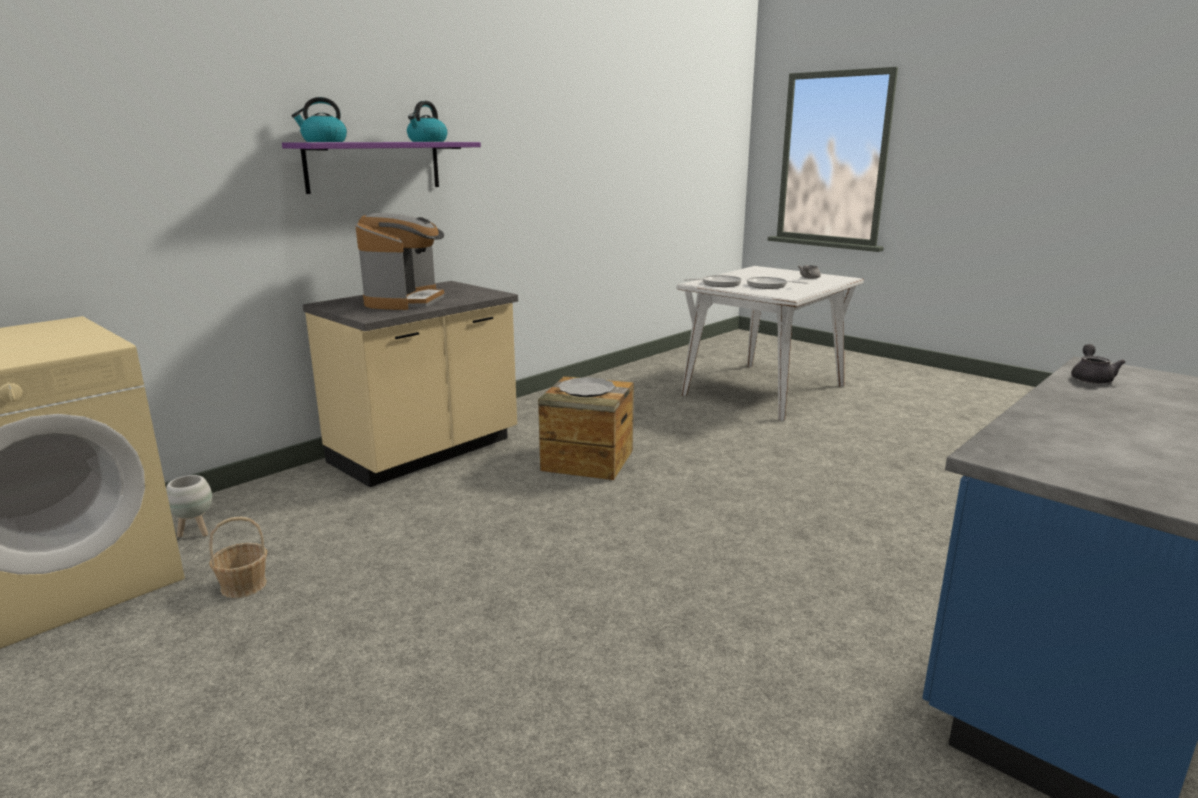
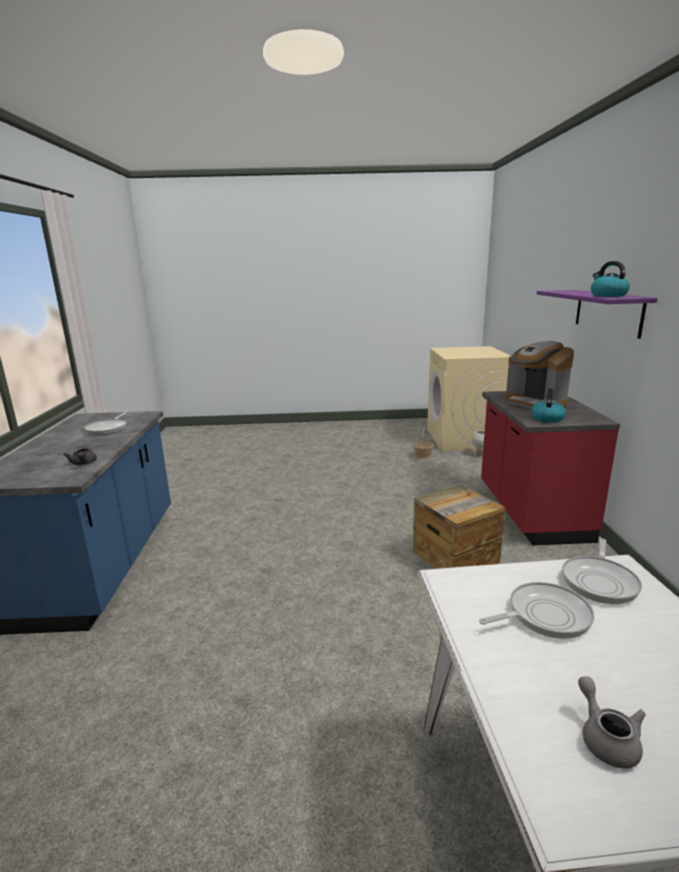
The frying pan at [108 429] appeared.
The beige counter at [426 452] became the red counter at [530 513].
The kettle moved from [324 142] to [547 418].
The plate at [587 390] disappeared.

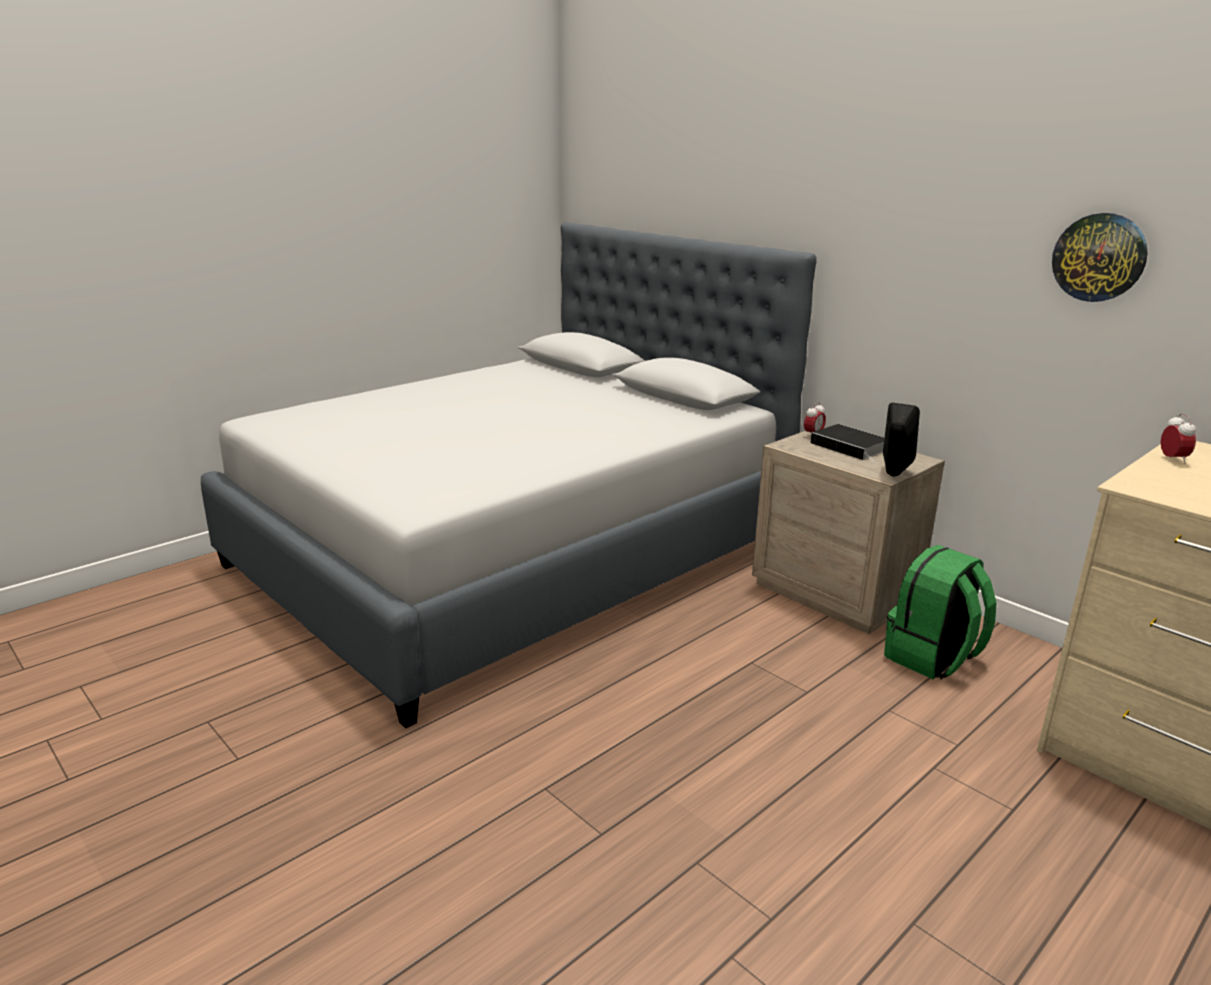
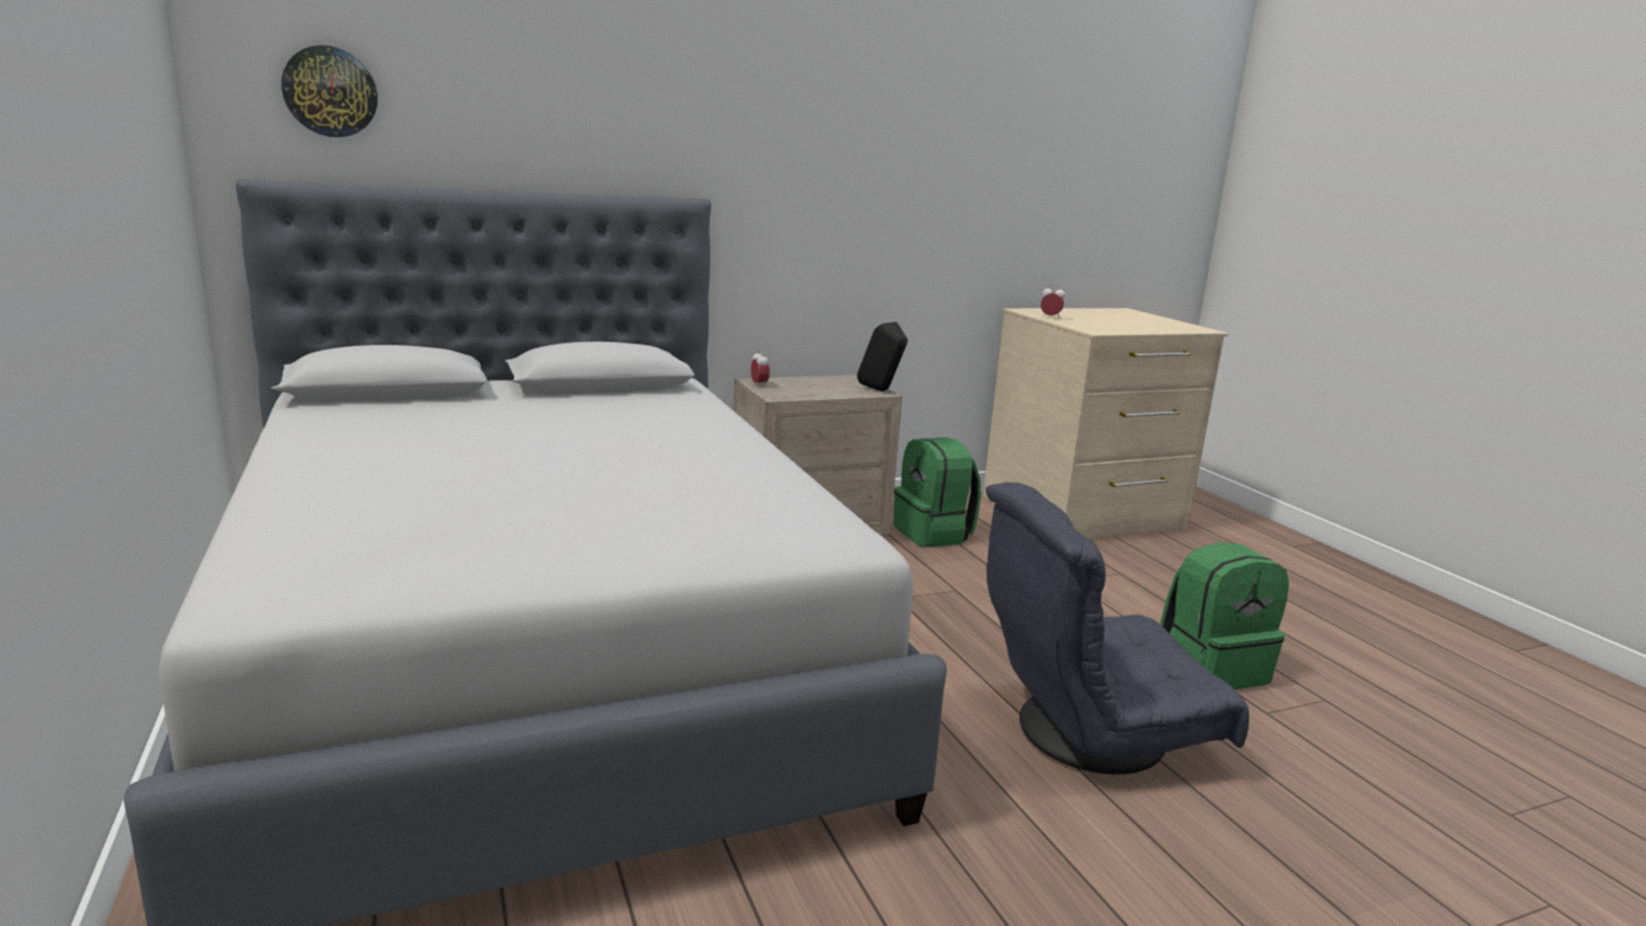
The wall clock moved from [1099 257] to [330 92].
The grey armchair at [1088 732] appeared.
The green backpack at [1211 668] appeared.
The book at [851 447] disappeared.

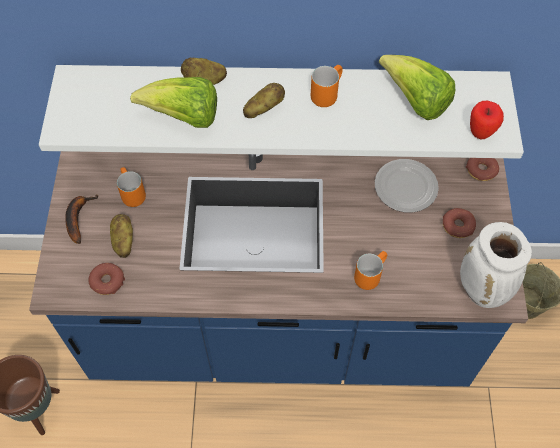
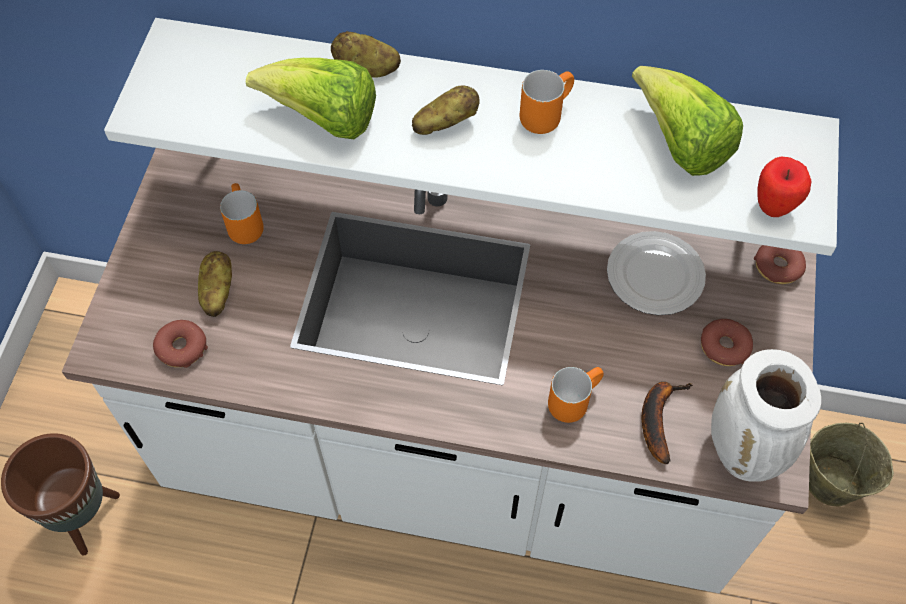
The blue counter at [280 328] became the white counter at [453 457].
The banana moved from [78 218] to [658 417].

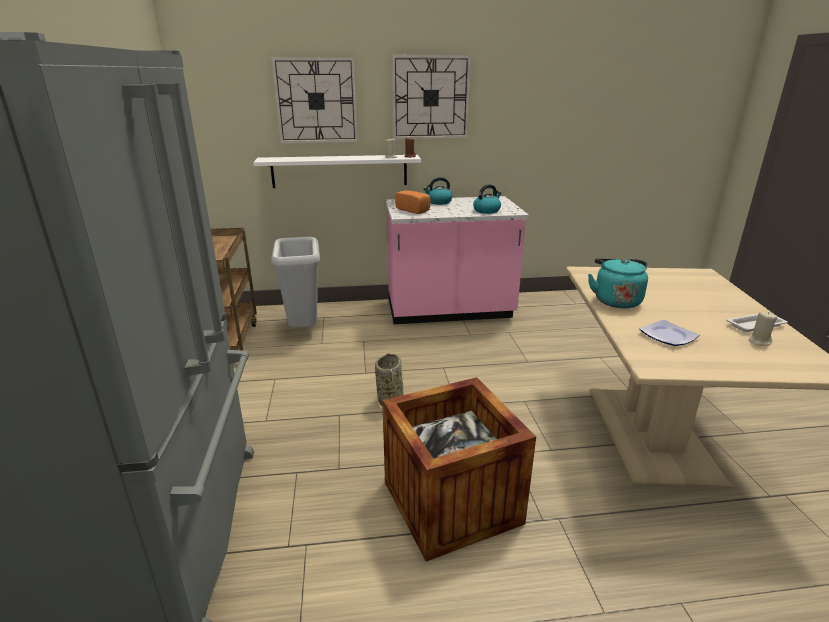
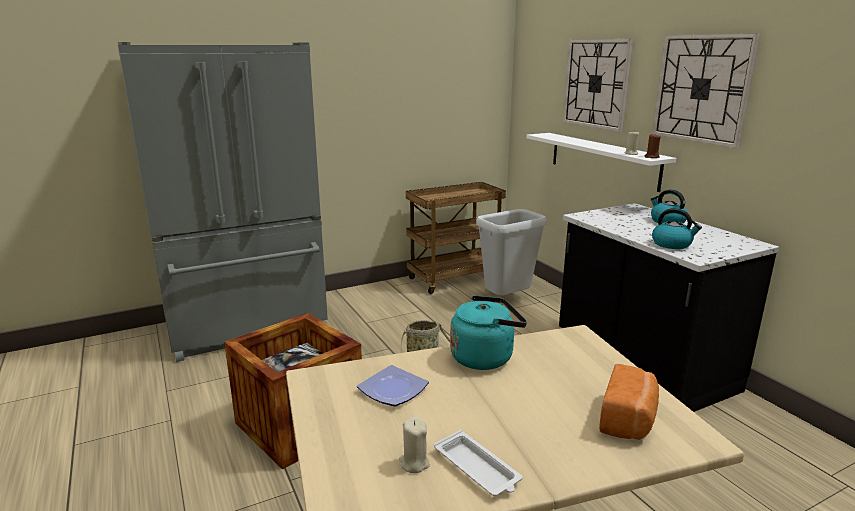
The pink counter at [449 311] became the black counter at [642 364].
The bread moved from [414 210] to [629 419].

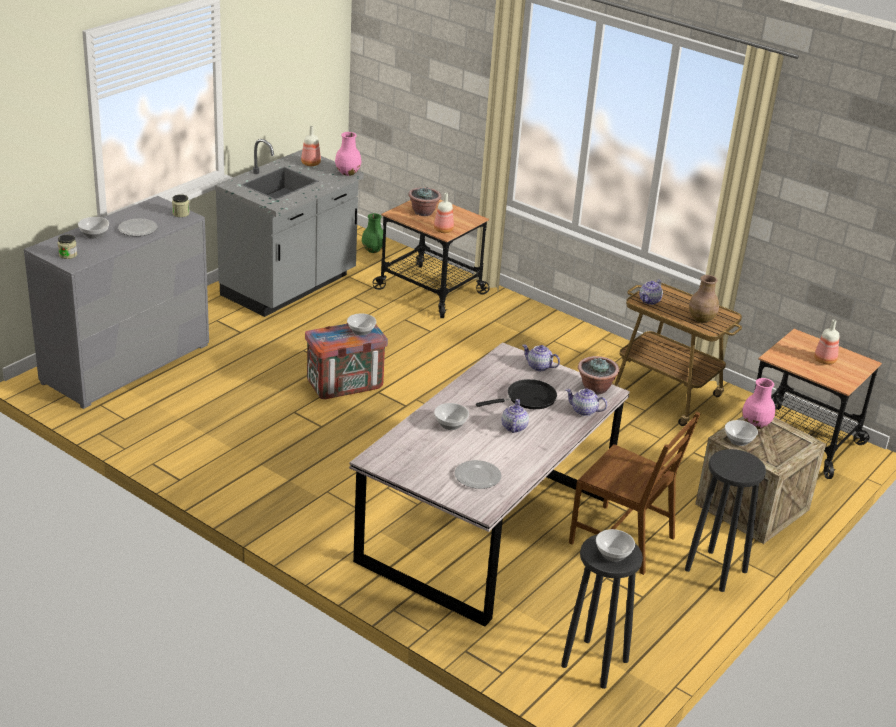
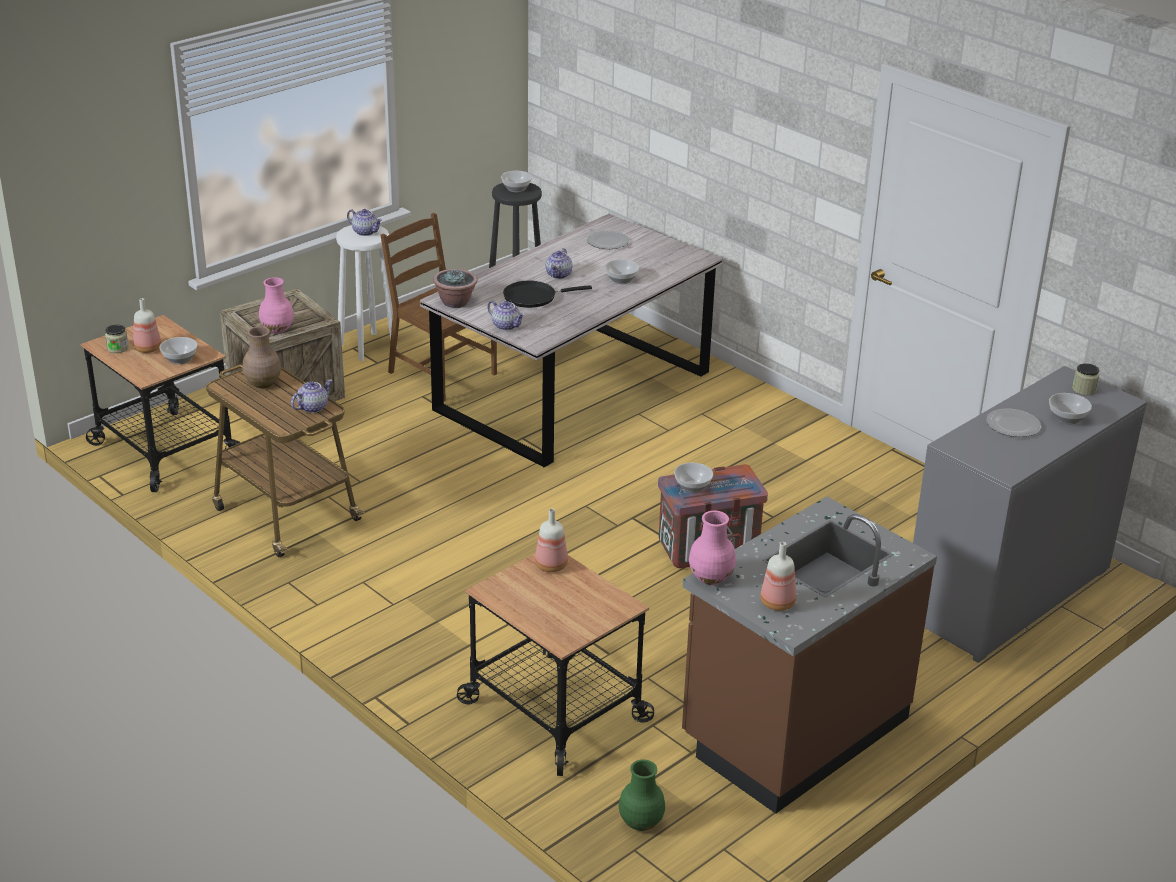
The jar moved from [181 213] to [117 348].
The bowl moved from [738 440] to [180 359].
The black stool at [715 571] became the white stool at [368 346].
The teapot moved from [583 411] to [365 232].
The grey counter at [290 287] became the brown counter at [793 730].
The potted plant at [423 212] disappeared.

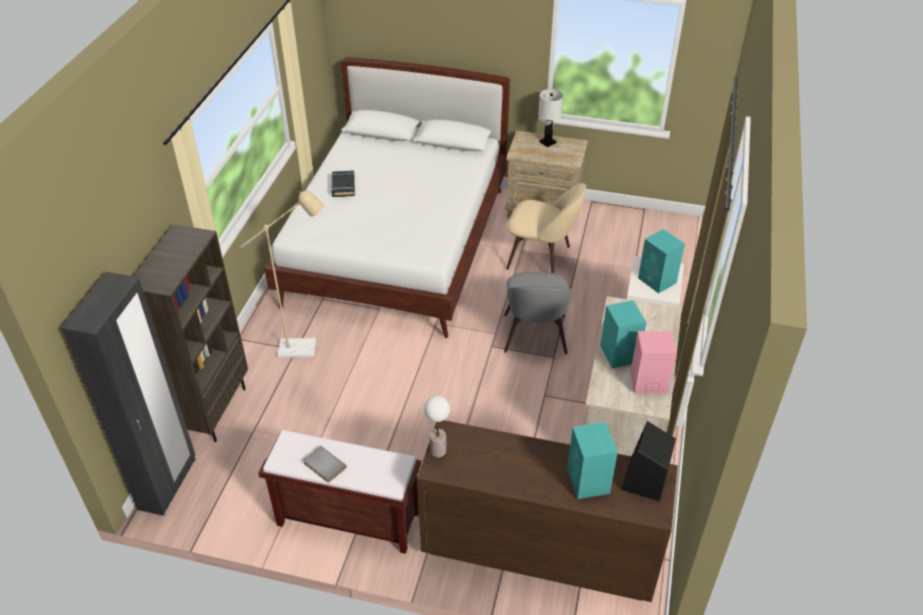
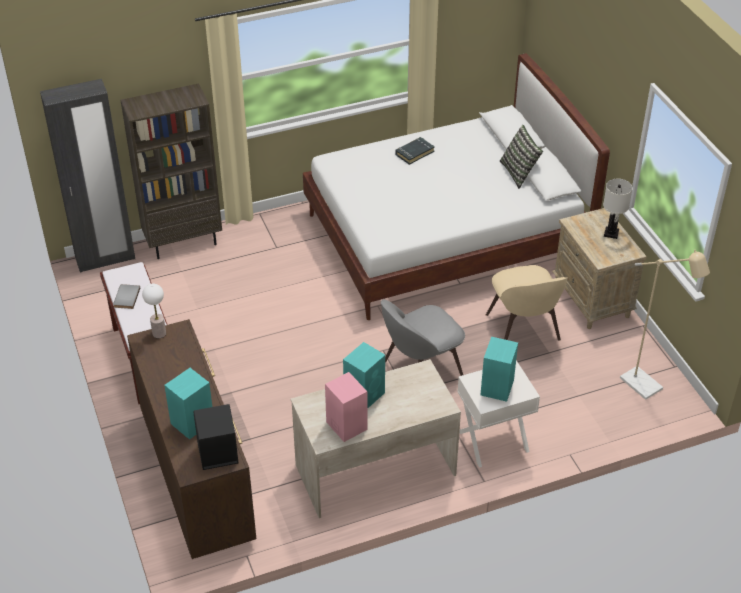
The pillow at [519 172] appeared.
The beige floor lamp moved from [305 348] to [646 388].

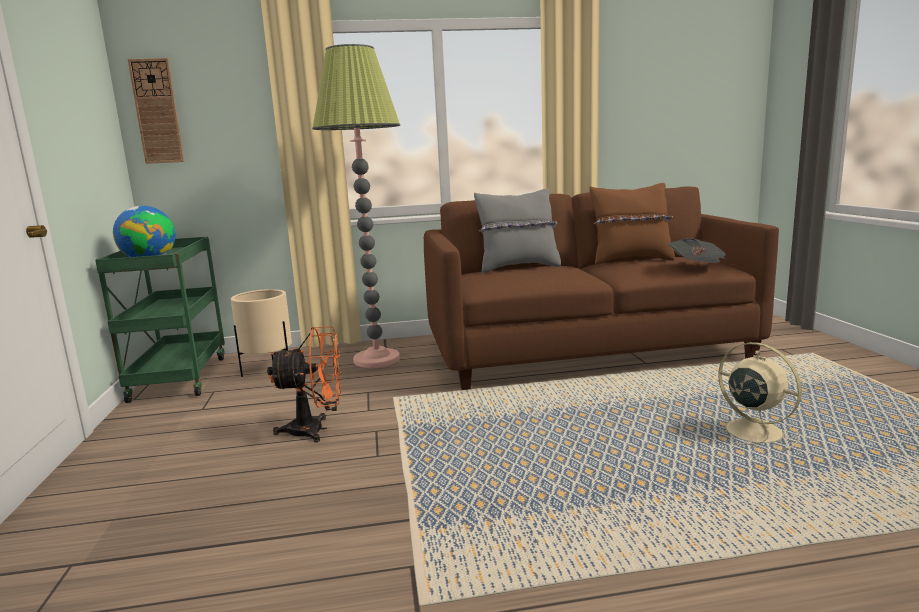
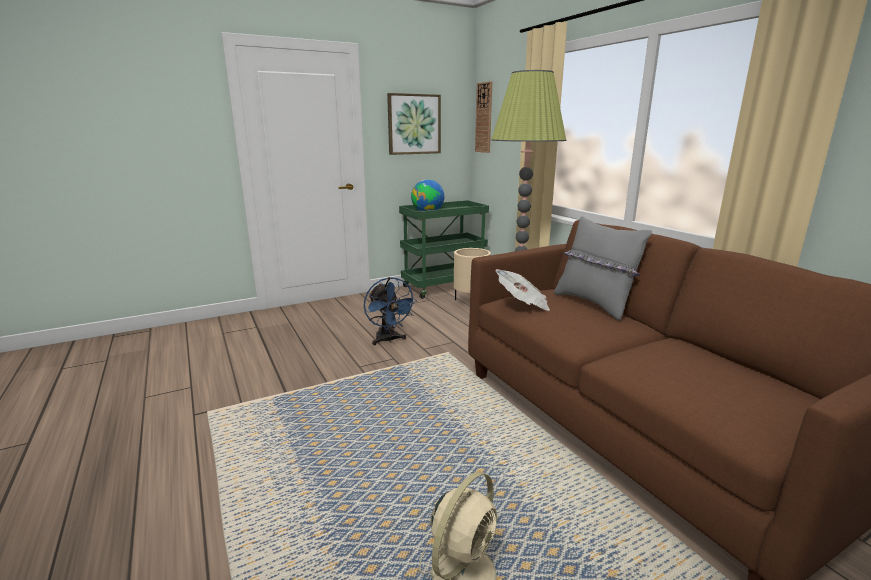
The orange fan at [316 430] became the blue fan at [388 340].
The picture at [414 124] appeared.
The newspaper moved from [698 266] to [523 304].
The brown pillow at [631 260] disappeared.

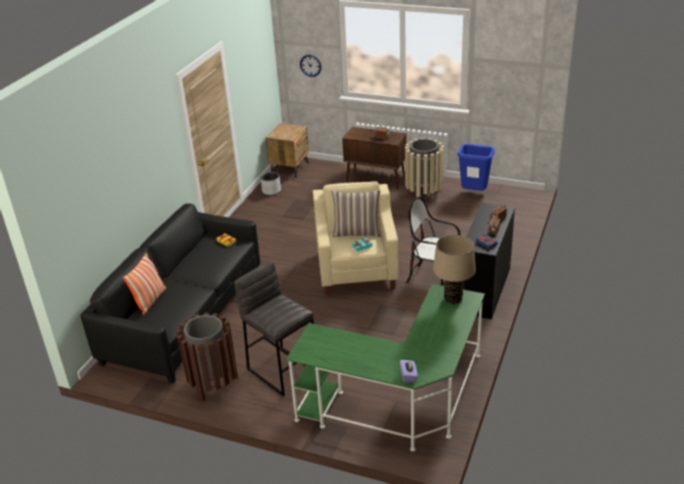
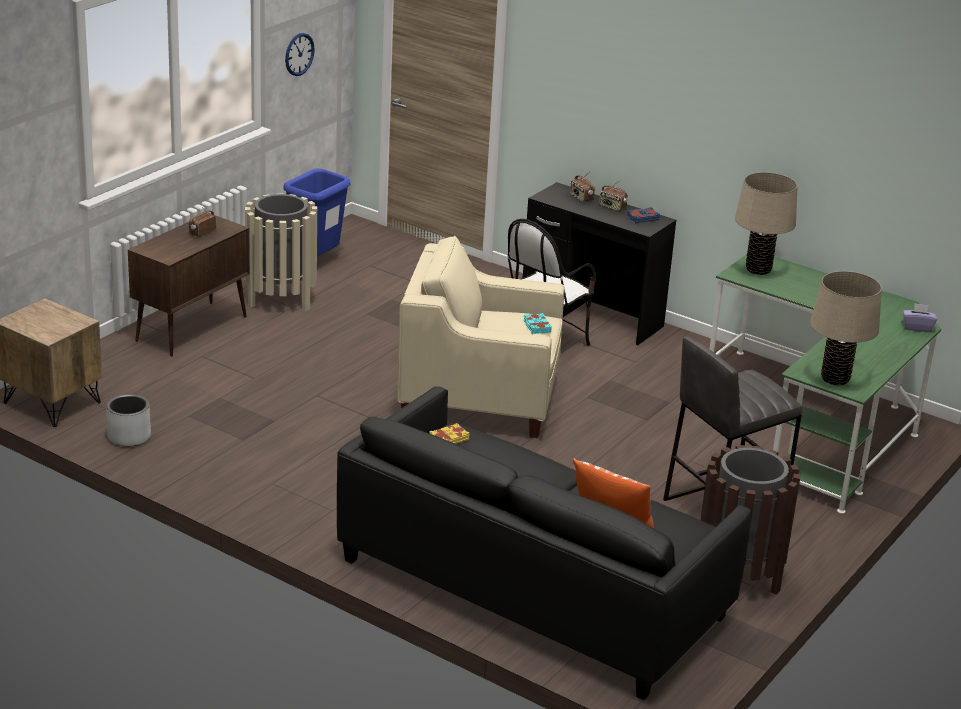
The wall clock moved from [310 65] to [299 54].
The beige table lamp at [835 379] appeared.
The pillow at [357 232] disappeared.

